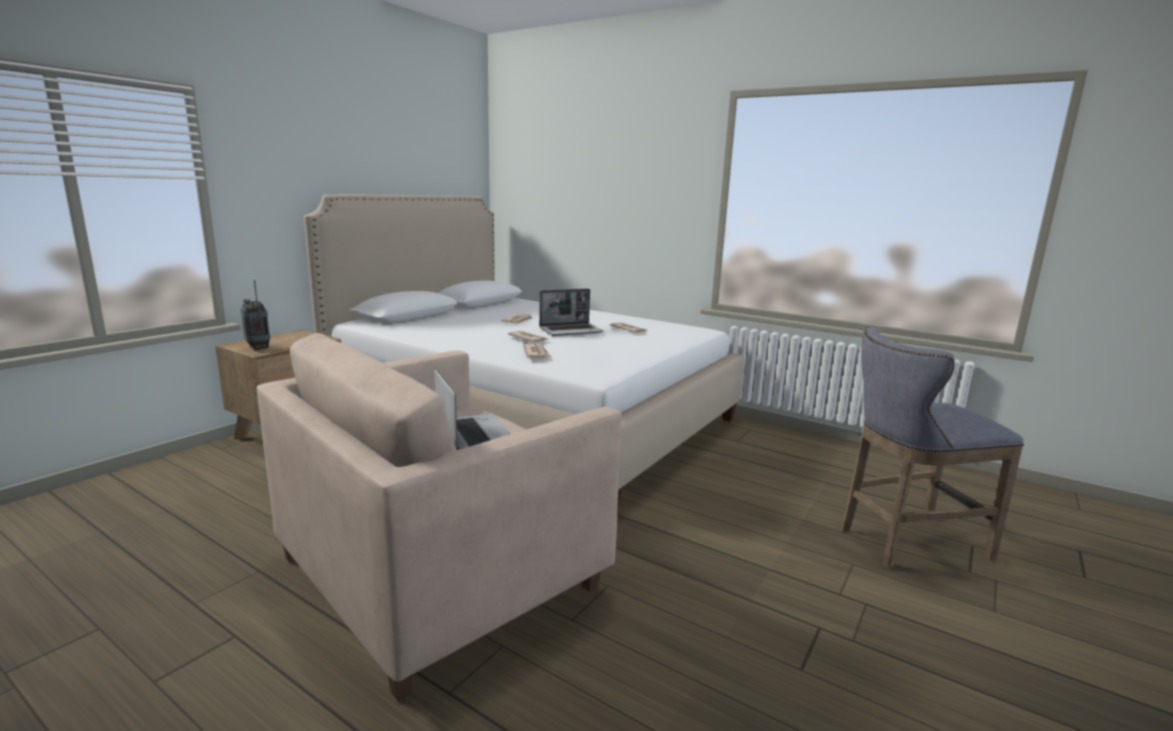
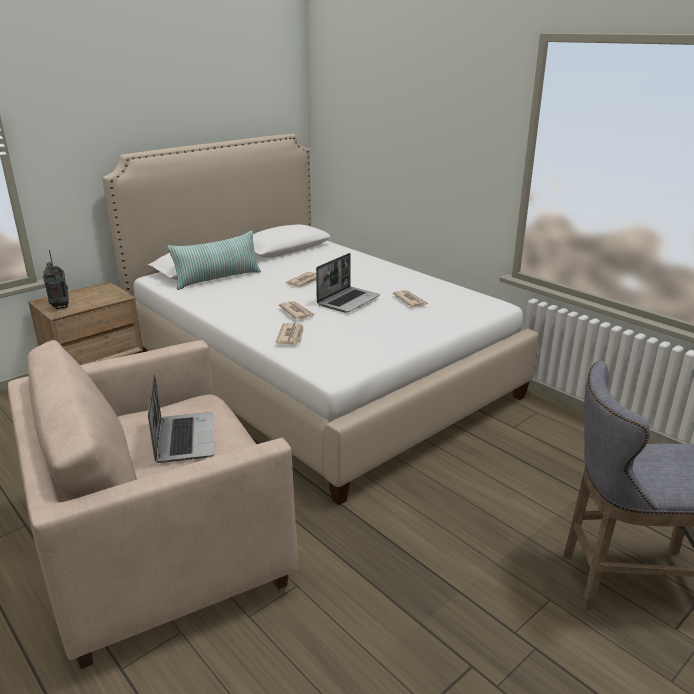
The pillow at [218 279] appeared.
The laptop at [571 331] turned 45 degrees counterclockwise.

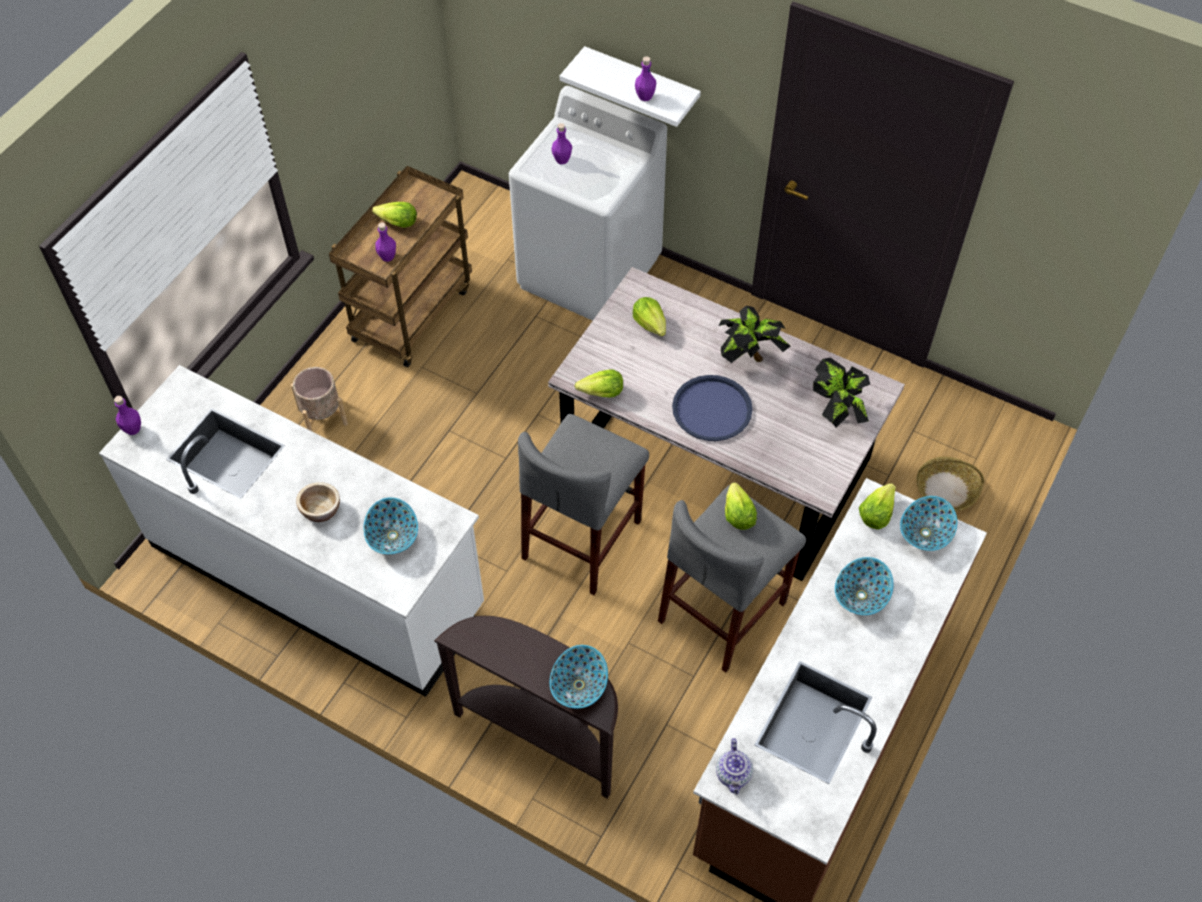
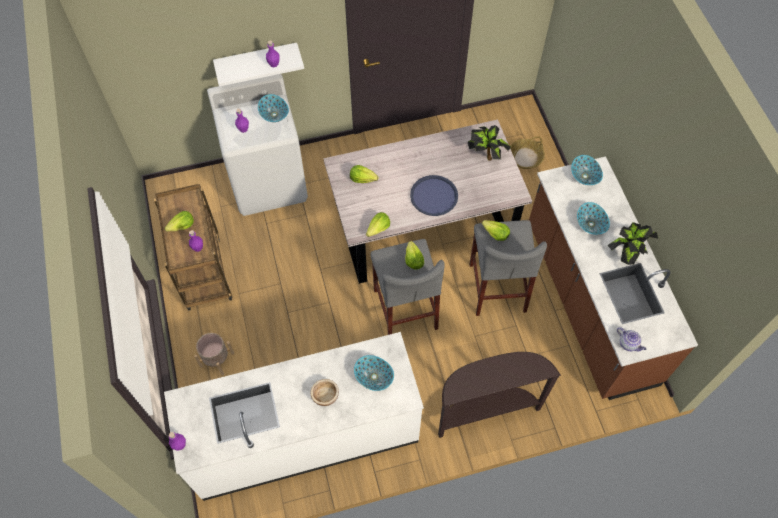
The bowl moved from [578 685] to [274 115].
The lettuce moved from [876 513] to [413 260].
The potted plant moved from [749 356] to [627 252].

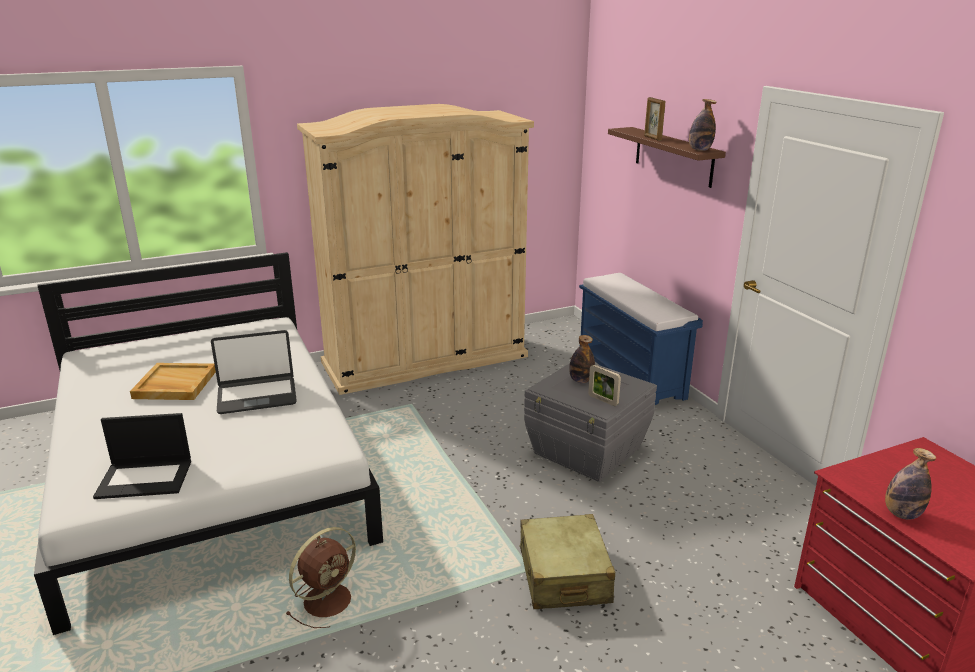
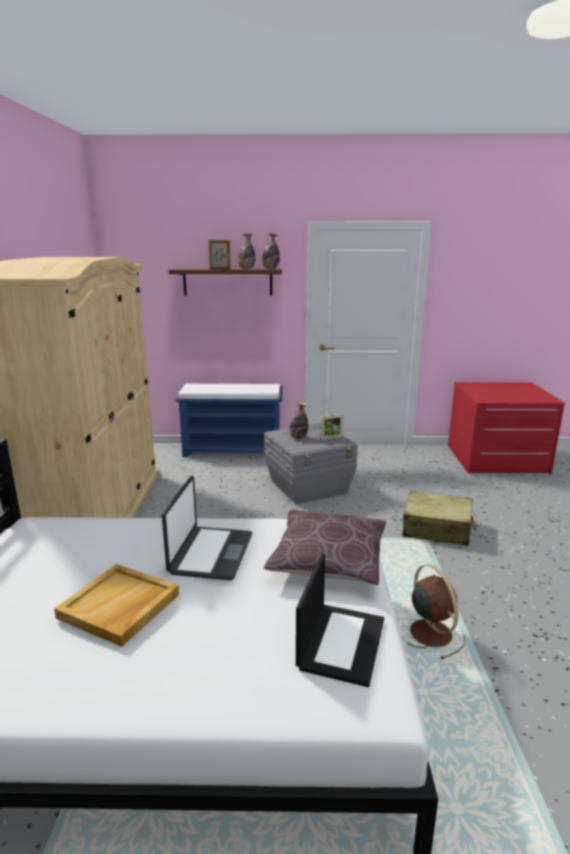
The bottle moved from [901 514] to [246 269].
The brown pillow at [328 560] appeared.

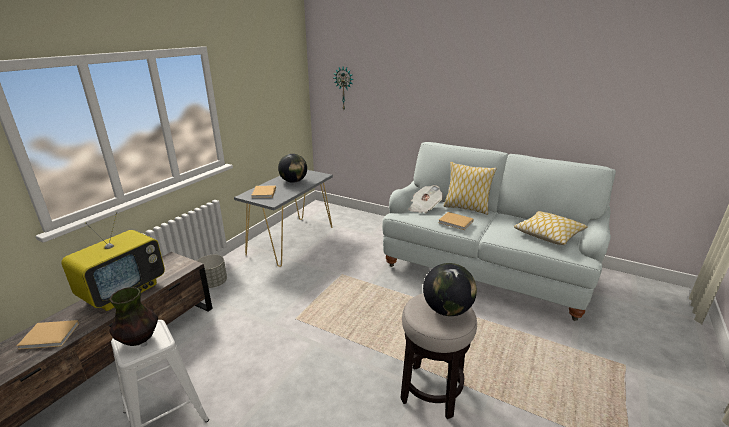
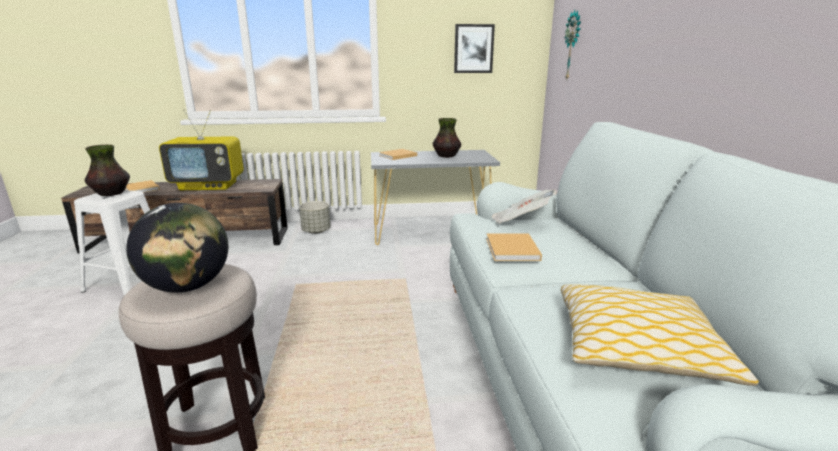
The globe at [293 181] was replaced by the vase at [446 156].
The picture at [473 49] appeared.
The pillow at [466 208] disappeared.

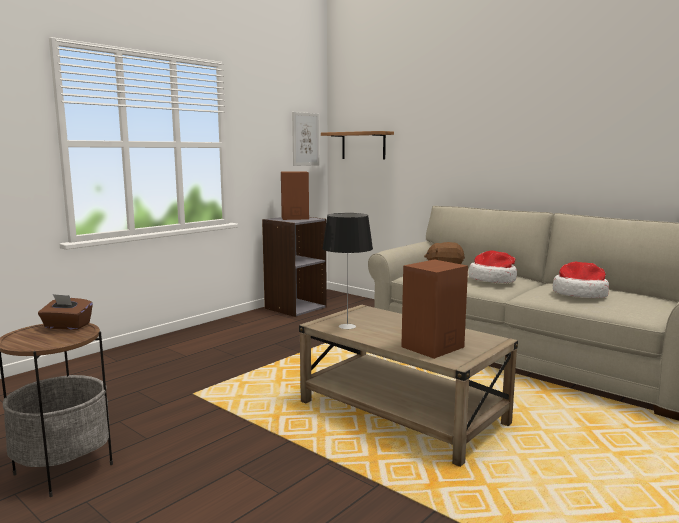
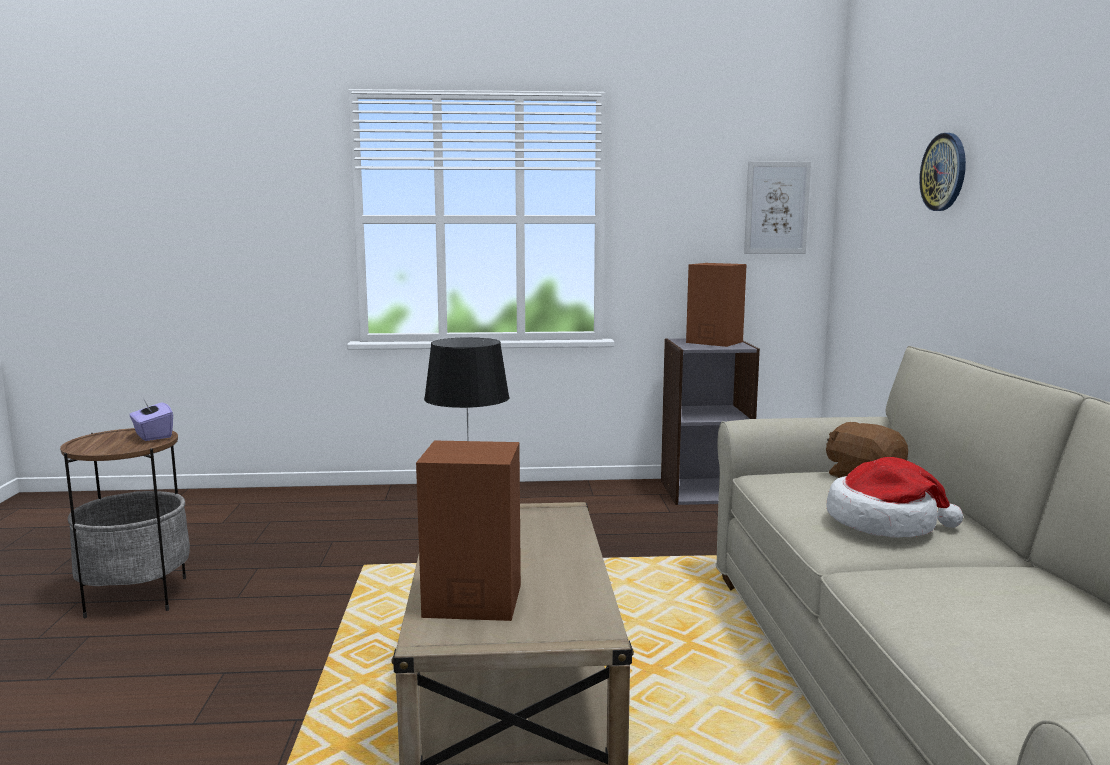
The brown tissue box at [67 326] became the purple tissue box at [152 435].
The wall clock at [944 172] appeared.
The shelf at [363 145] disappeared.
The hat at [580 294] disappeared.

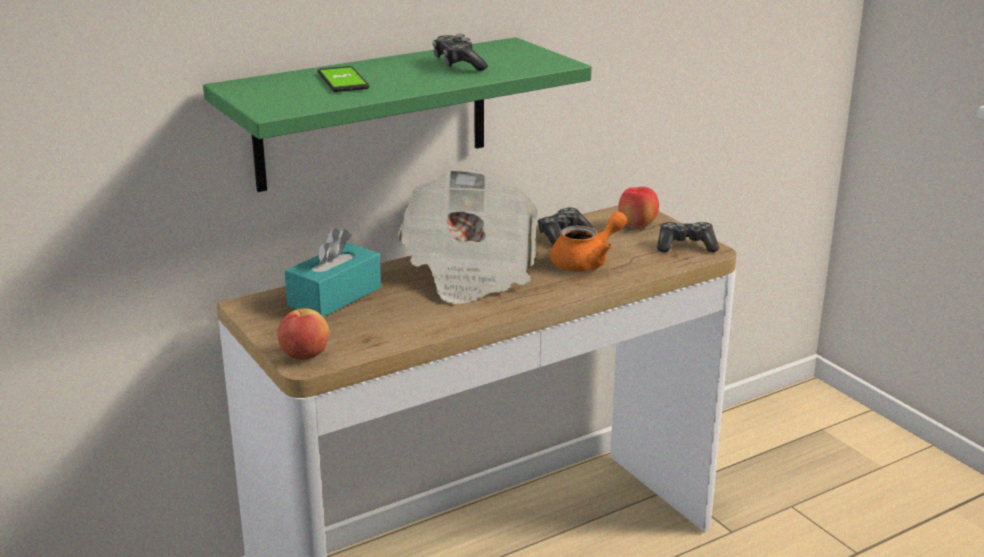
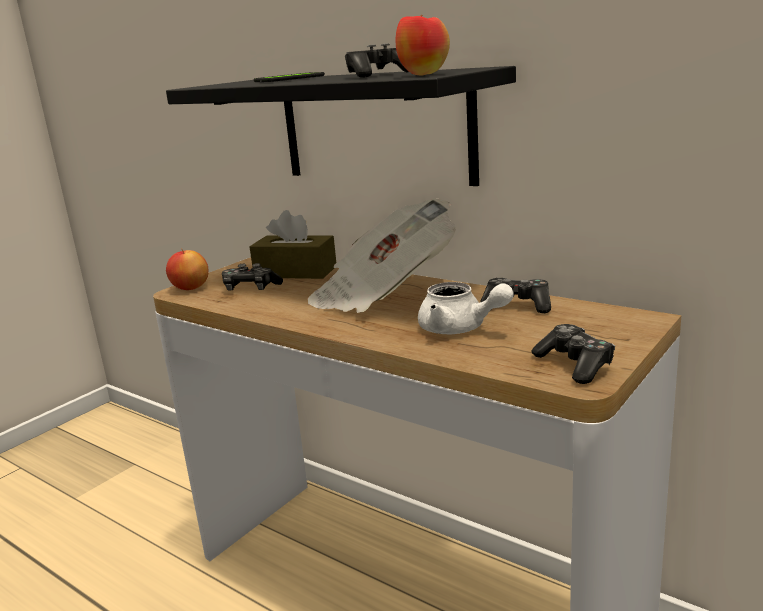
The green shelf at [372 114] became the black shelf at [374 127].
The game controller at [251 289] appeared.
The turquoise tissue box at [335 296] became the brown tissue box at [295 272].
The apple moved from [637 227] to [423 75].
The orange teapot at [587 262] became the white teapot at [460 329].

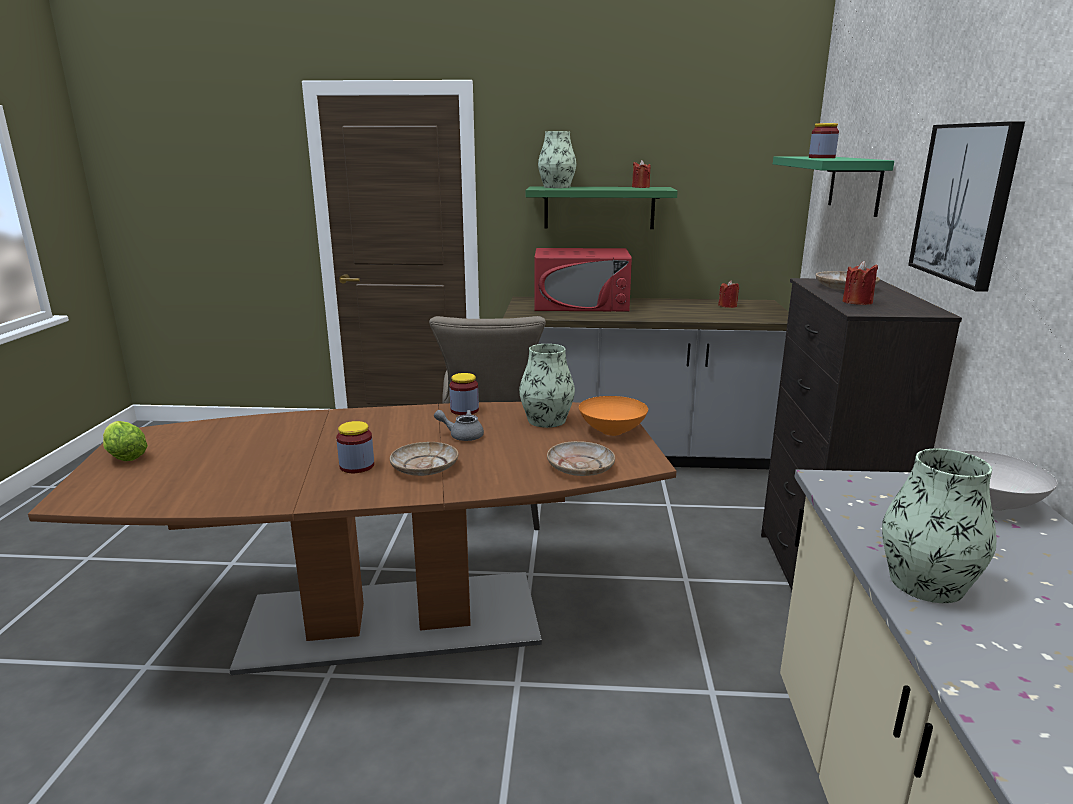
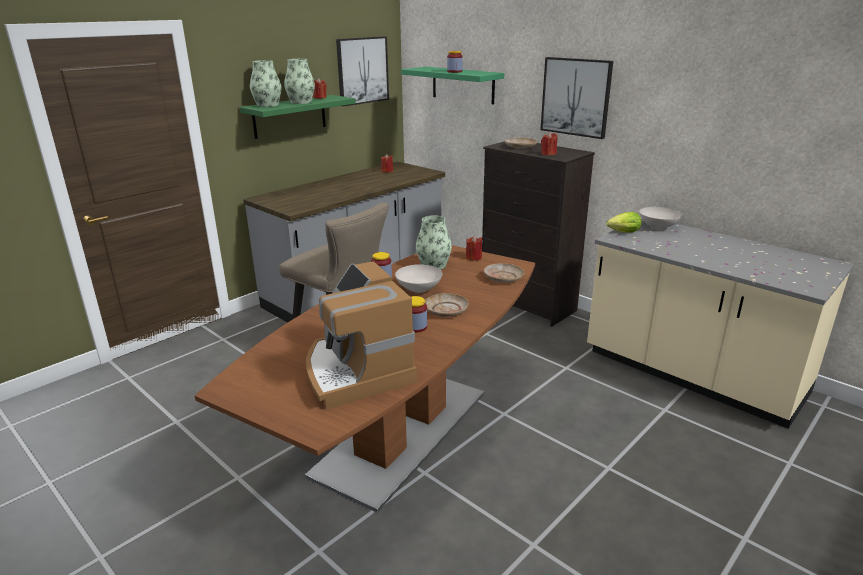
The vase moved from [926 583] to [301 102].
The coffee machine at [356 371] appeared.
The picture at [362 70] appeared.
The grey teapot at [462 435] was replaced by the white bowl at [418 290].
The orange bowl at [613 431] was replaced by the red candle at [473 257].
The lettuce moved from [125 456] to [622 232].
The red microwave at [581 304] disappeared.

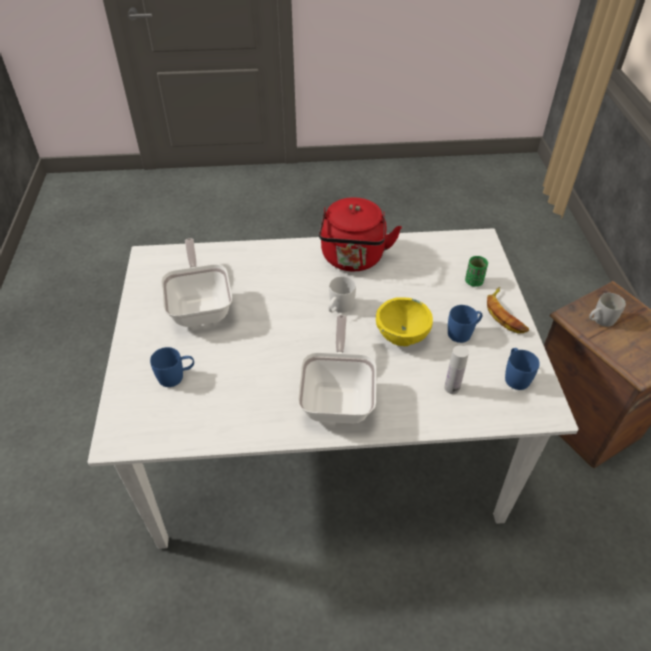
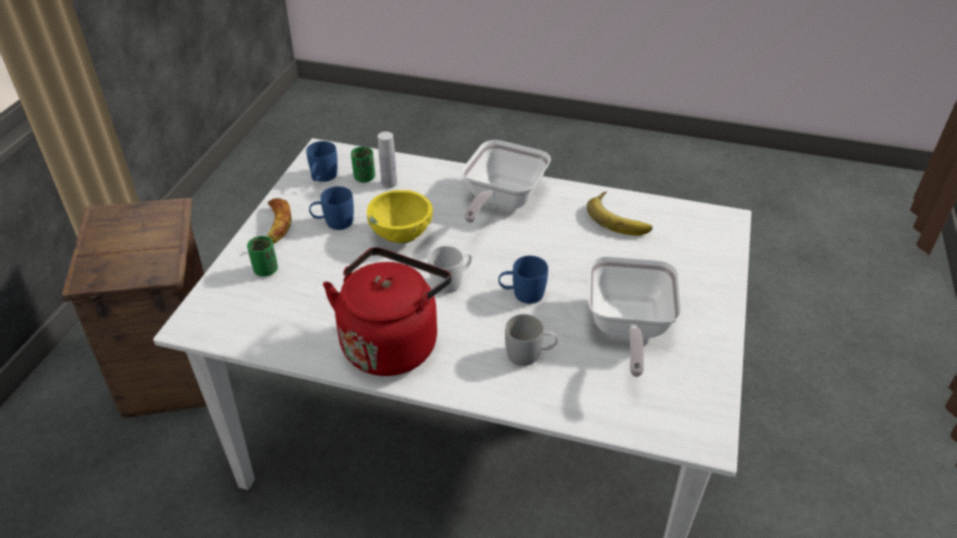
The green cup at [364 178] appeared.
The blue mug moved from [176 376] to [522 294].
The white mug moved from [600 320] to [530 354].
The banana at [620 218] appeared.

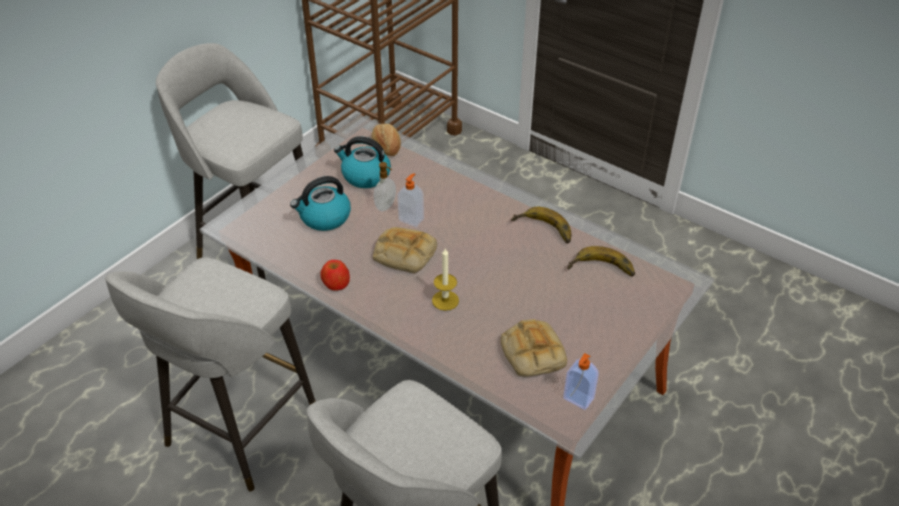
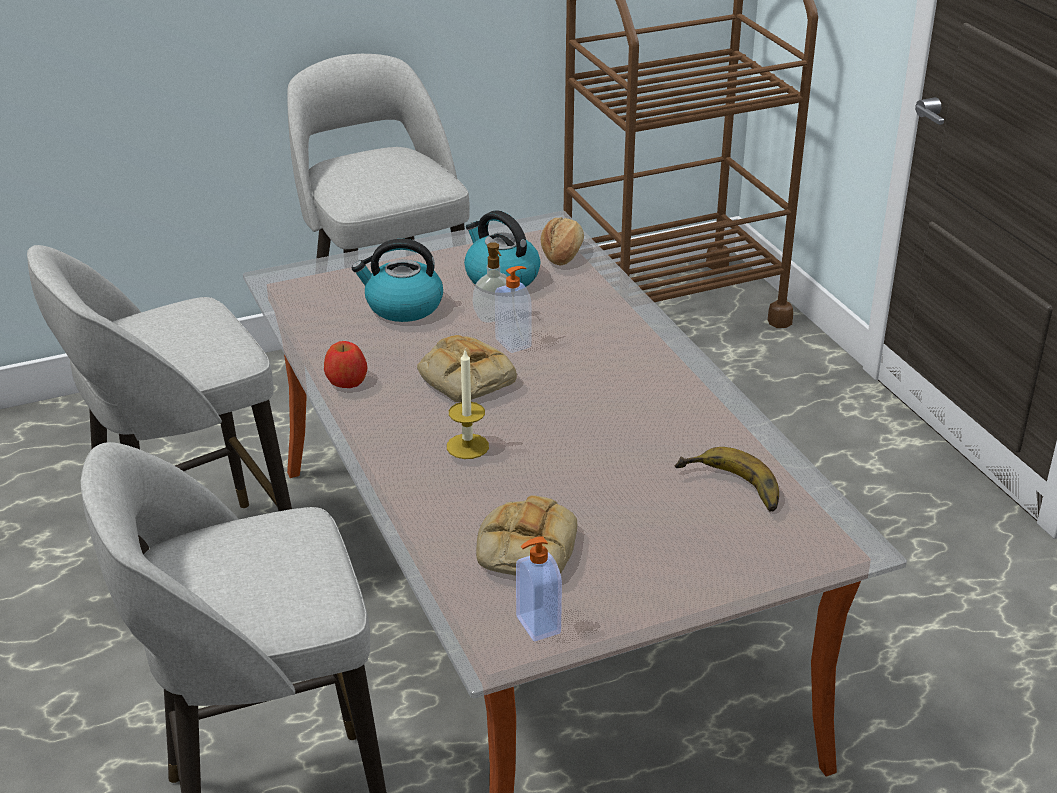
The banana at [542 231] disappeared.

